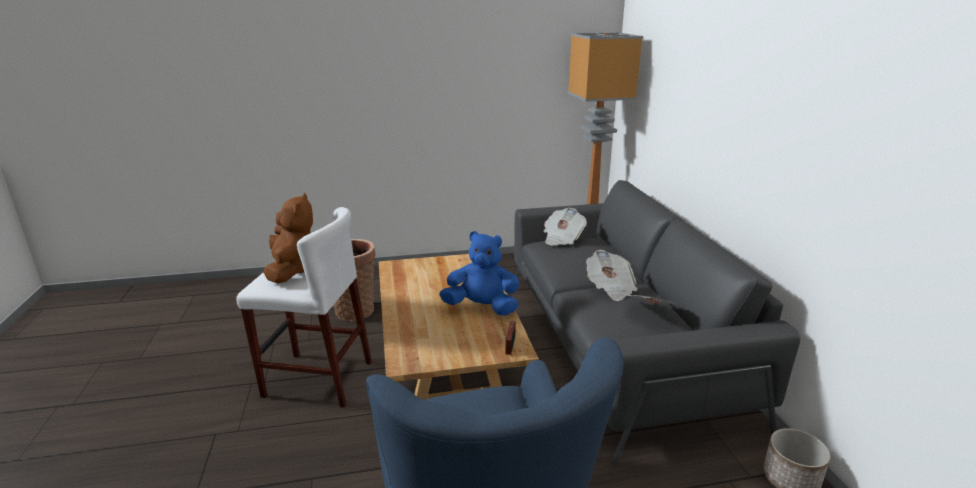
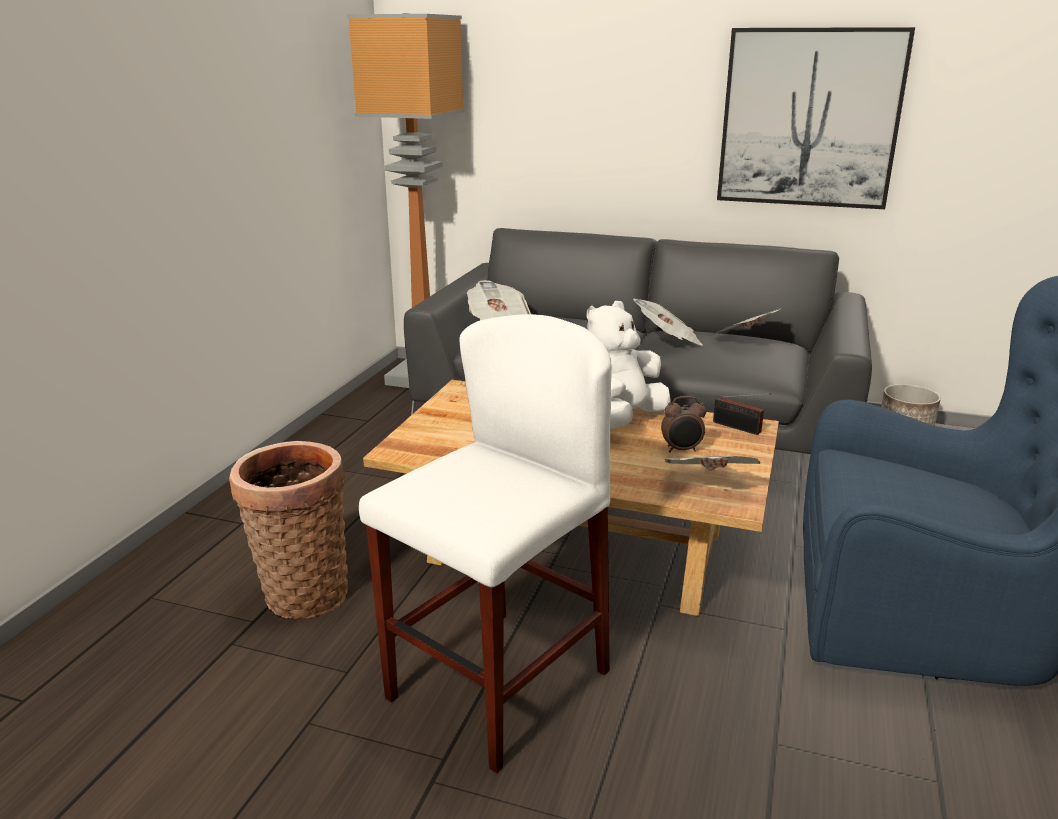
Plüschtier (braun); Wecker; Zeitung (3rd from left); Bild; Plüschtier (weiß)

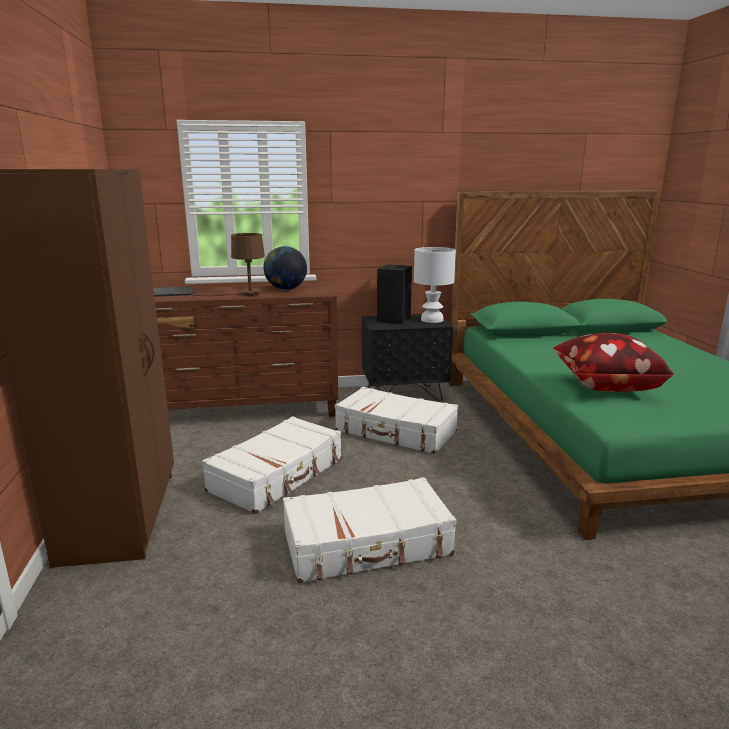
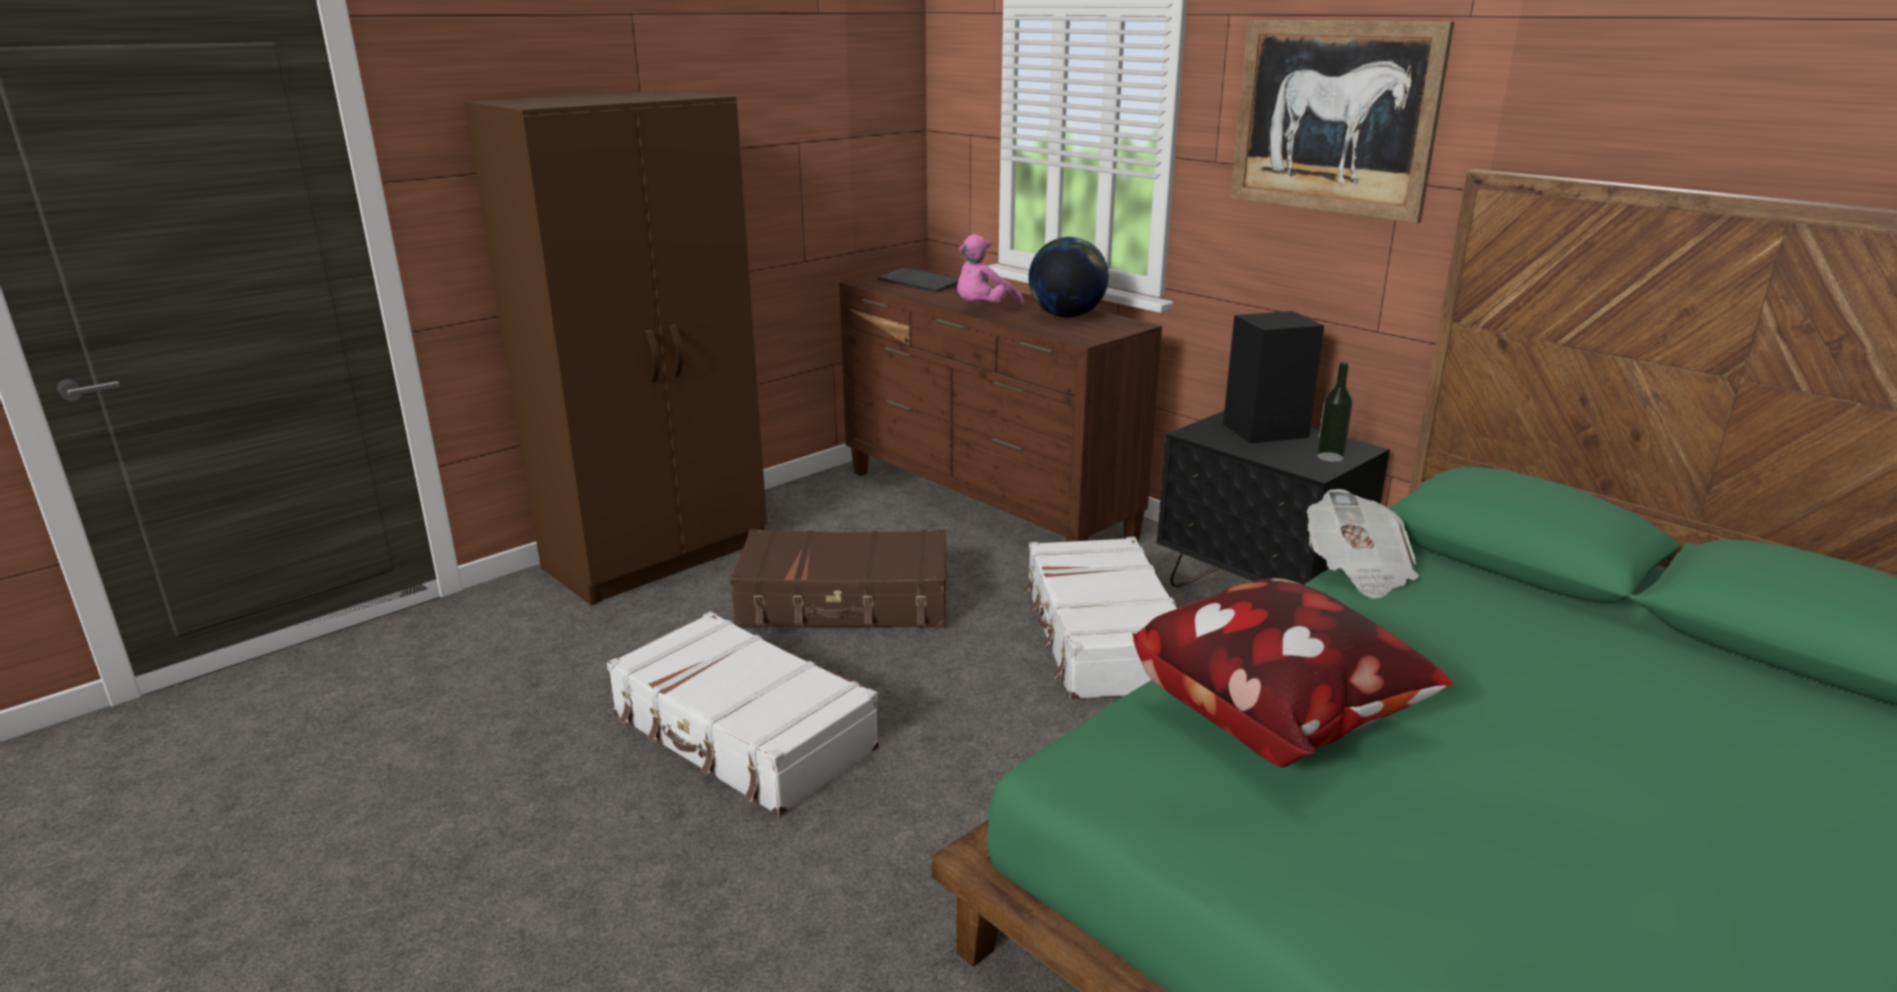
Bild; Zeitung; Plüschtier (rosa); Flasche; Koffer (braun)

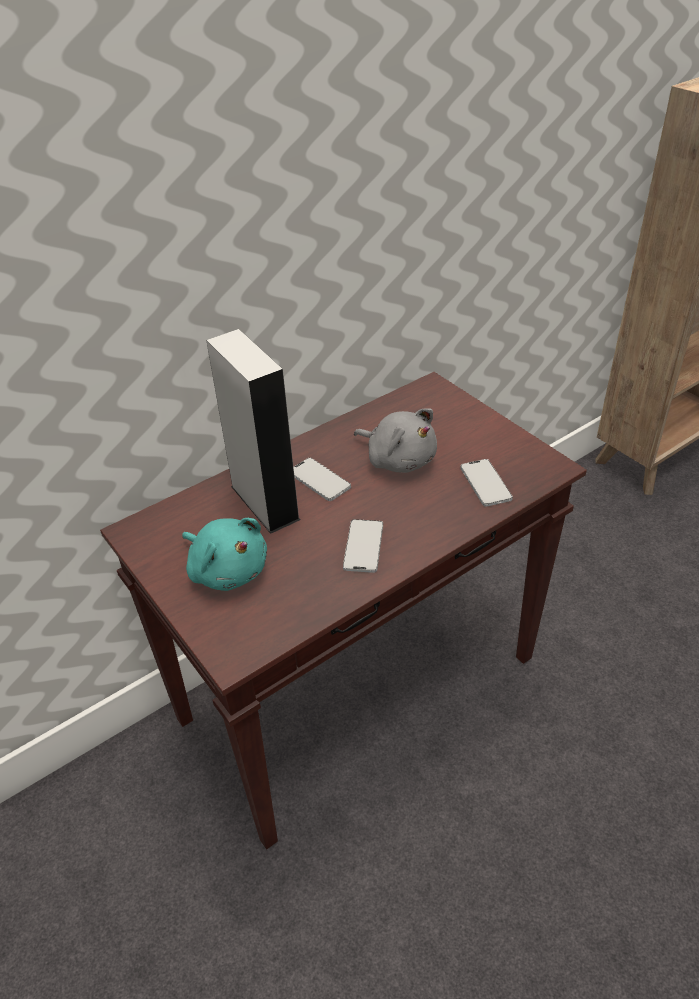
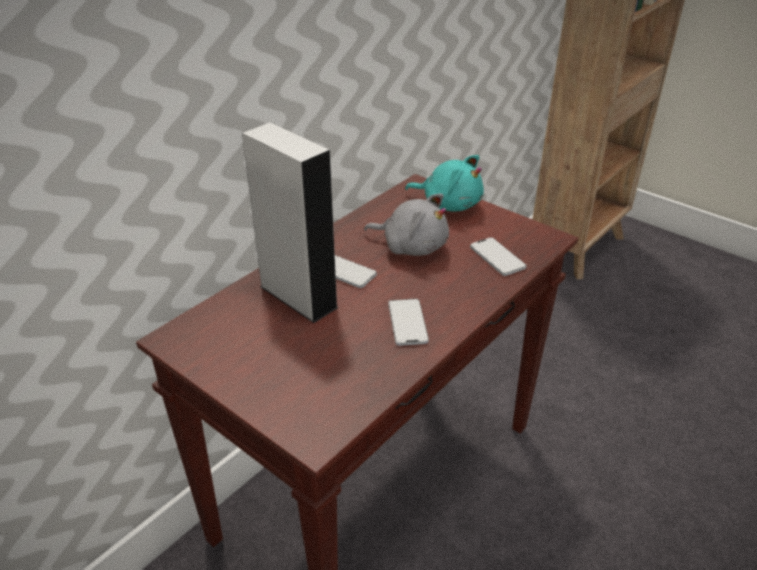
Plüschtier (türkis)

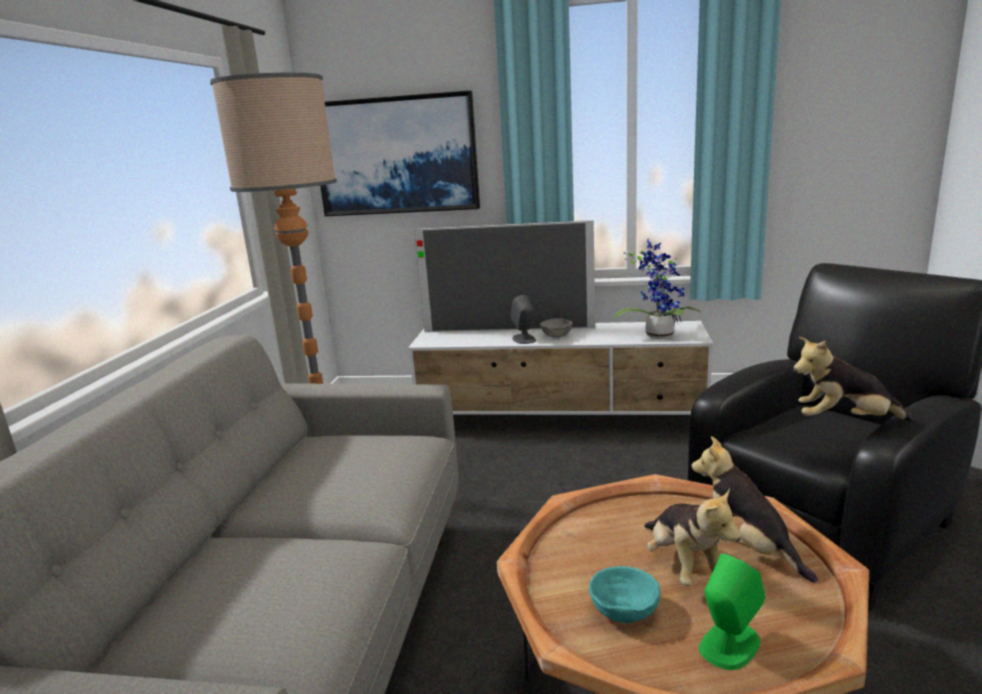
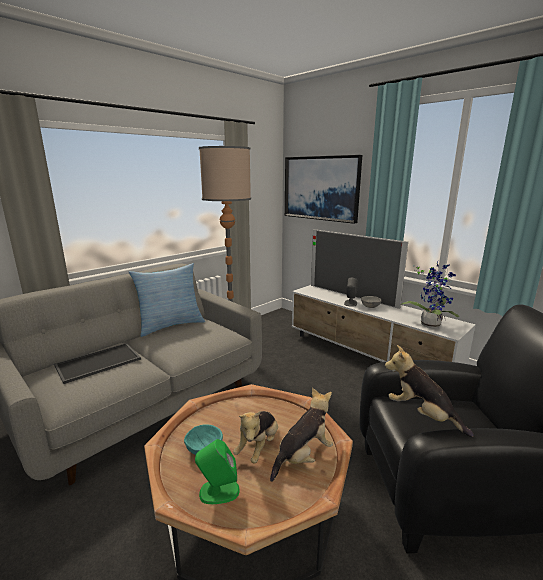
Tablett; Kissen; Plüschtier (2nd from left)

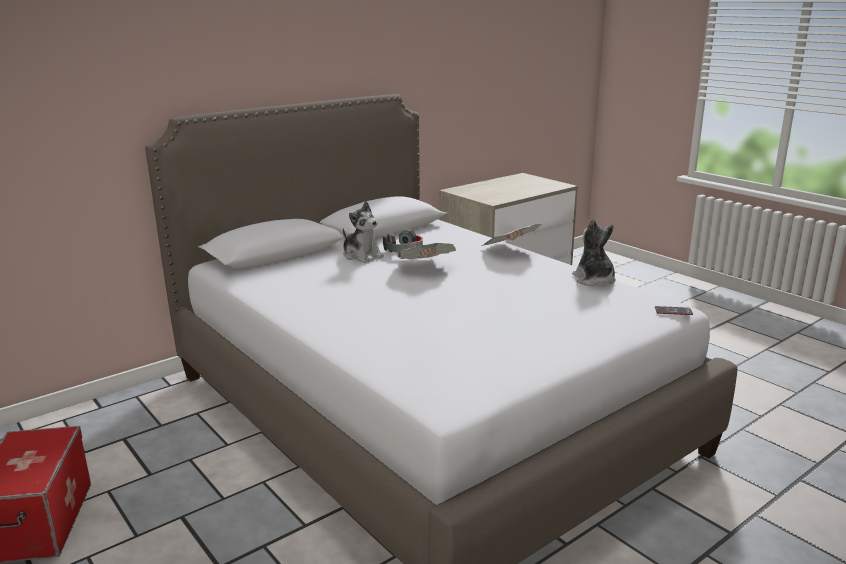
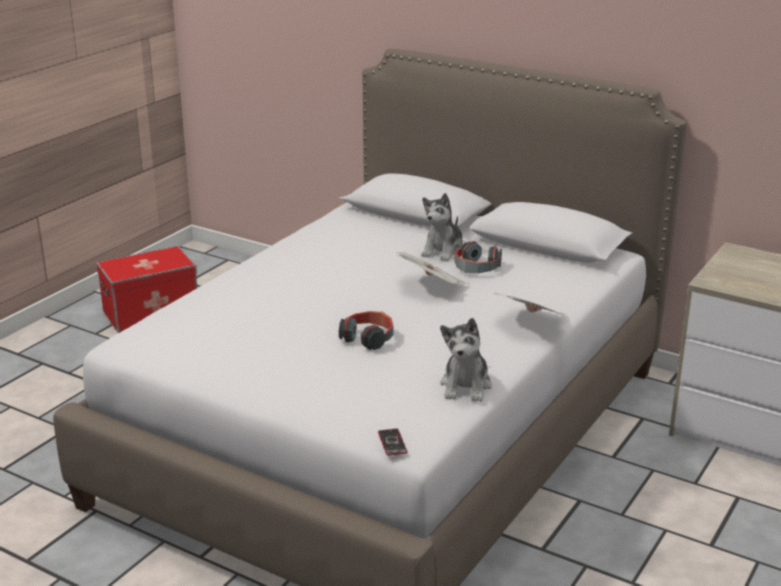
Kopfhörer (1st from left); Plüschtier (2nd from left)

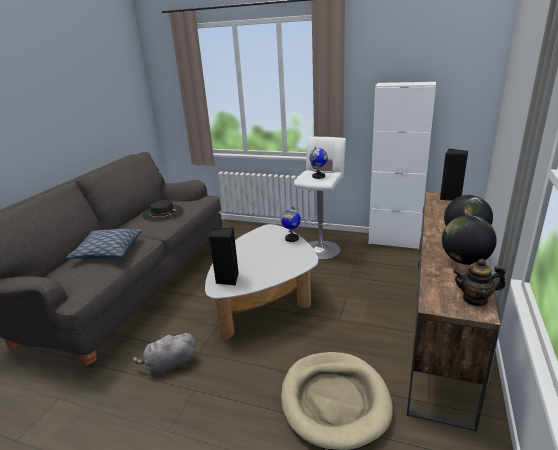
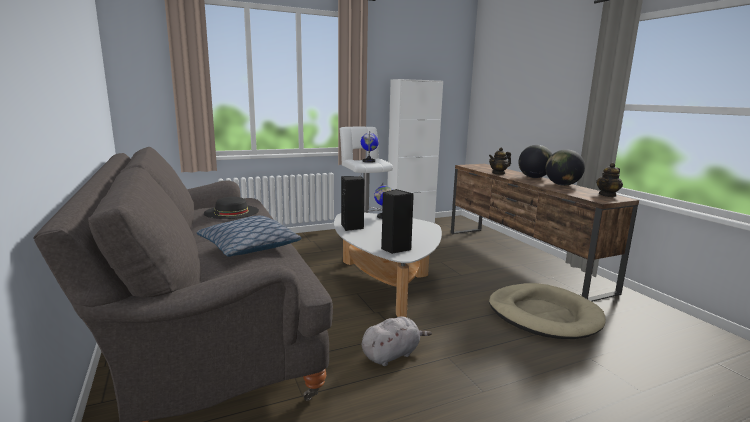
Teekanne (1st from left); Lautsprecher (schwarz) (1st from left); Plüschtier (grau)

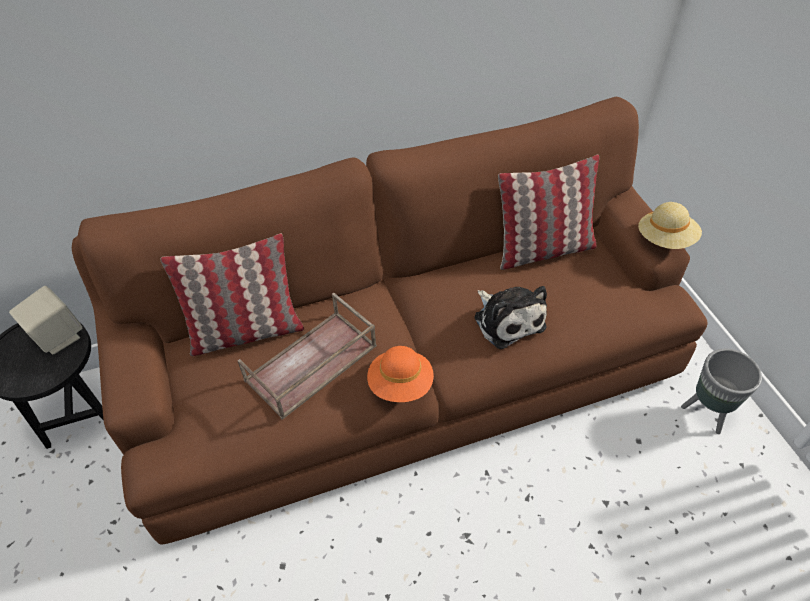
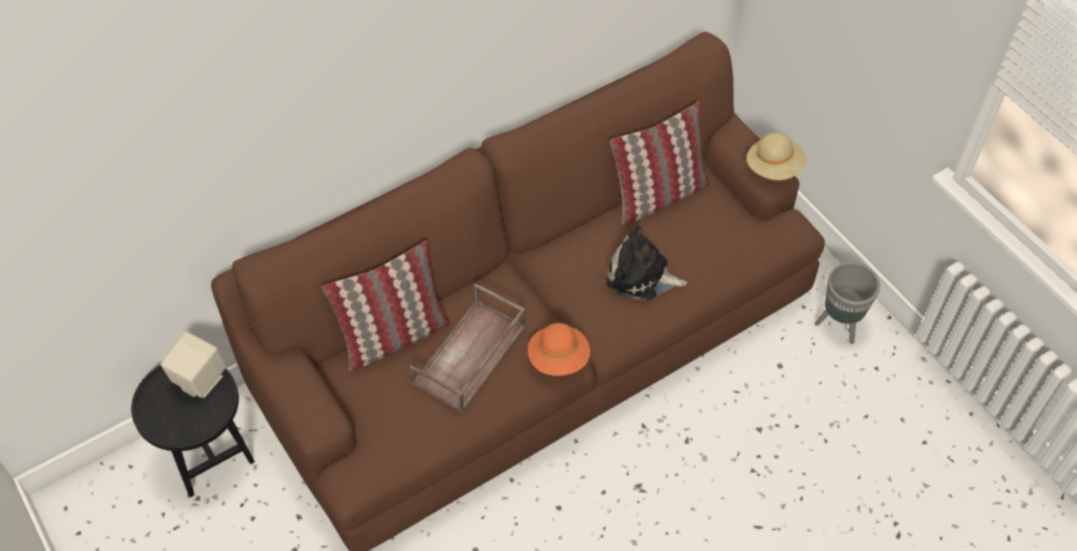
Plüschtier

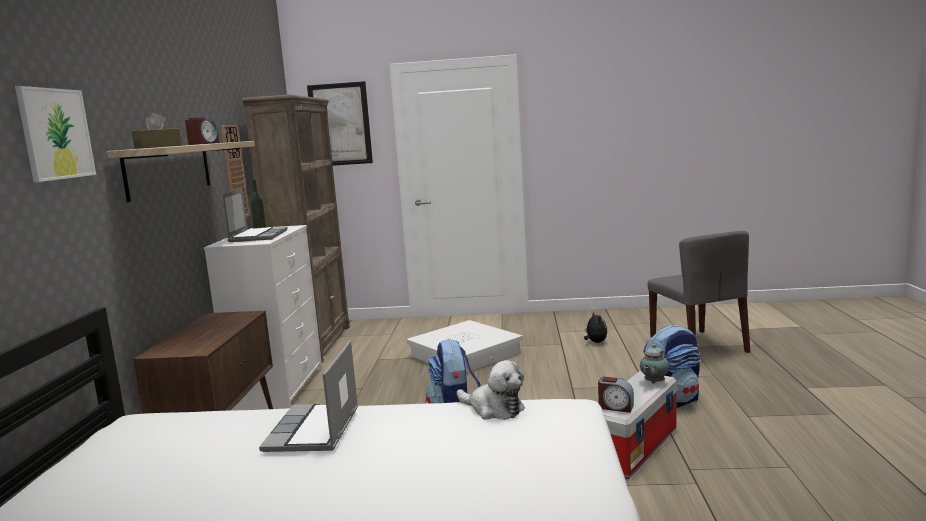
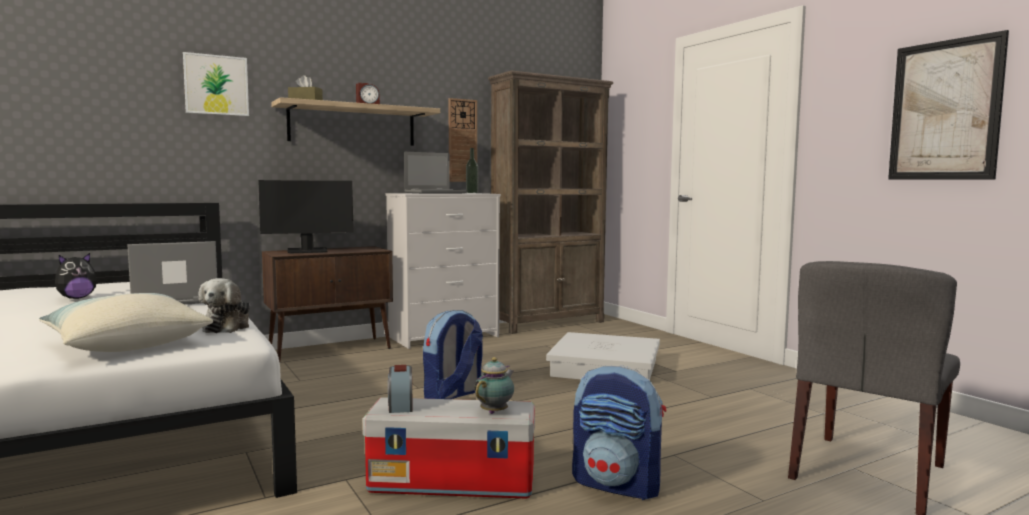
Kissen; Monitor; Bild (2nd from left); Plüschtier (1st from left); Teekanne

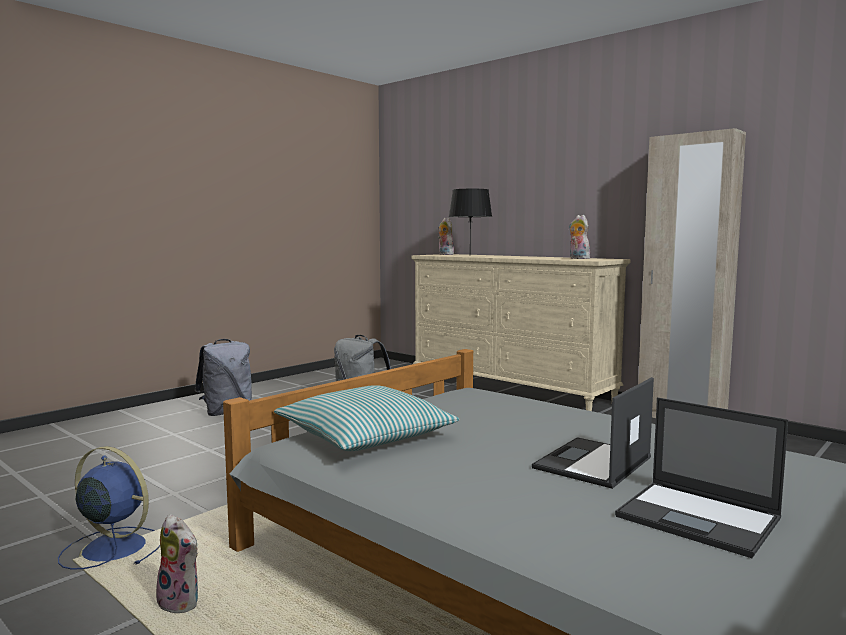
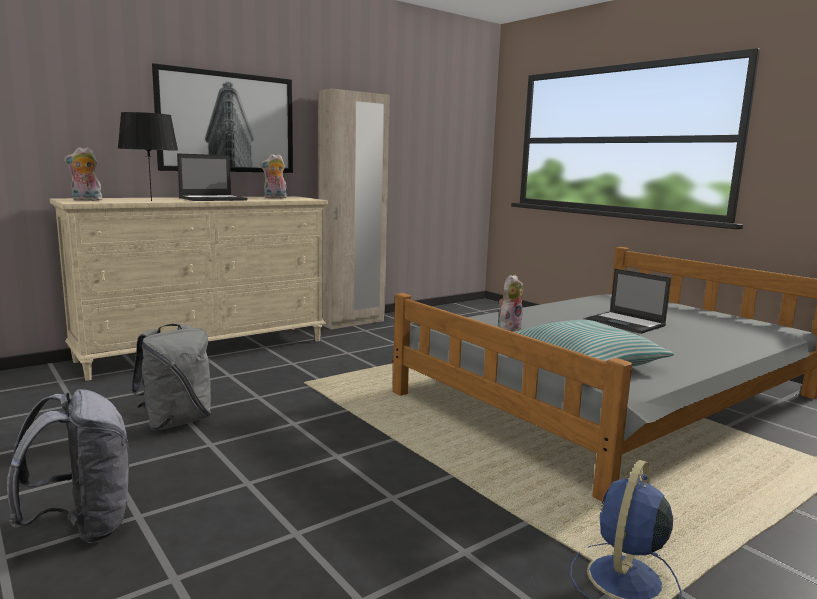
Bild; Plüschtier (3rd from left); Laptop (1st from left)

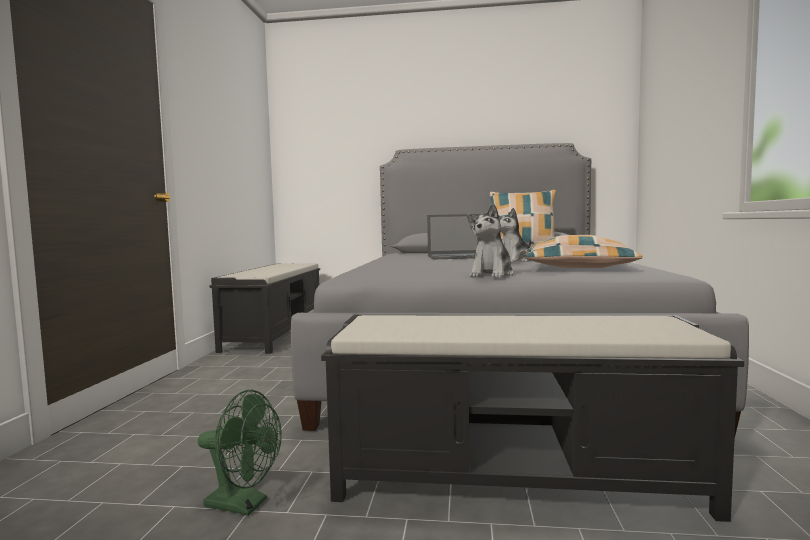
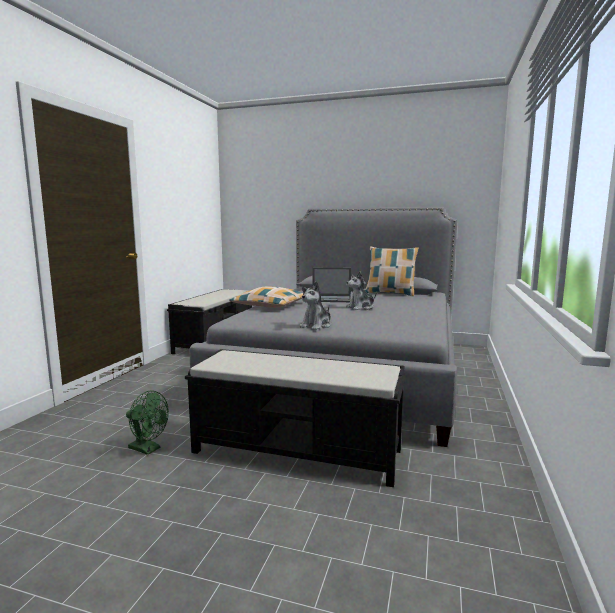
Kissen (1st from left)

